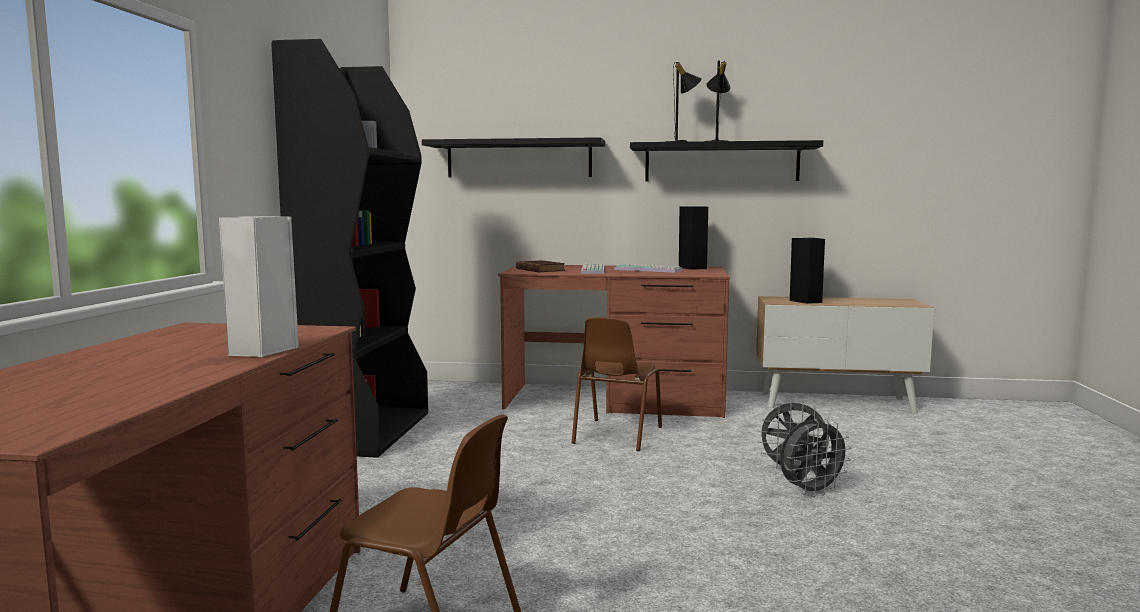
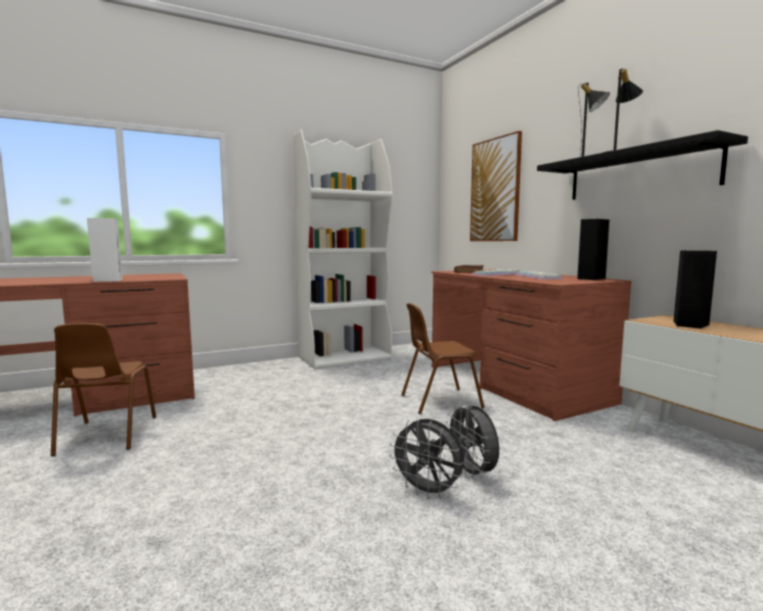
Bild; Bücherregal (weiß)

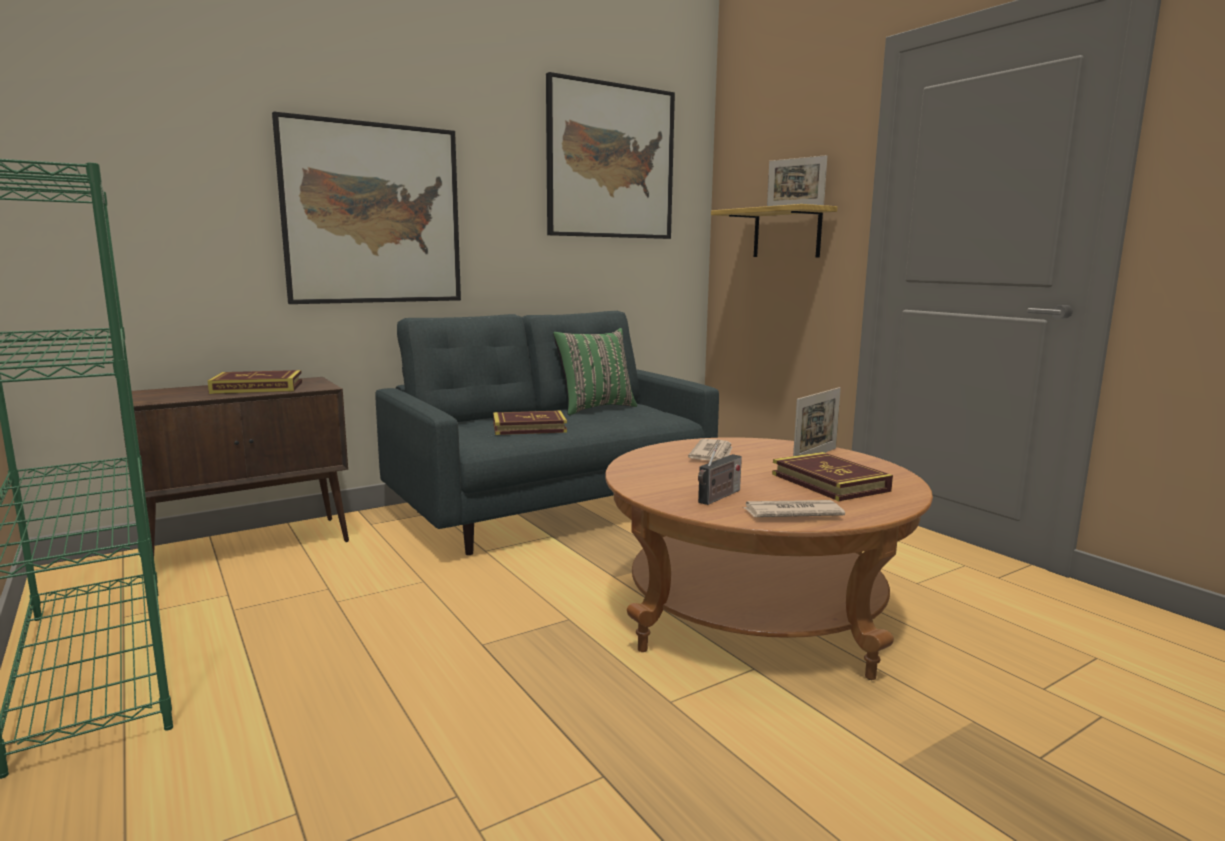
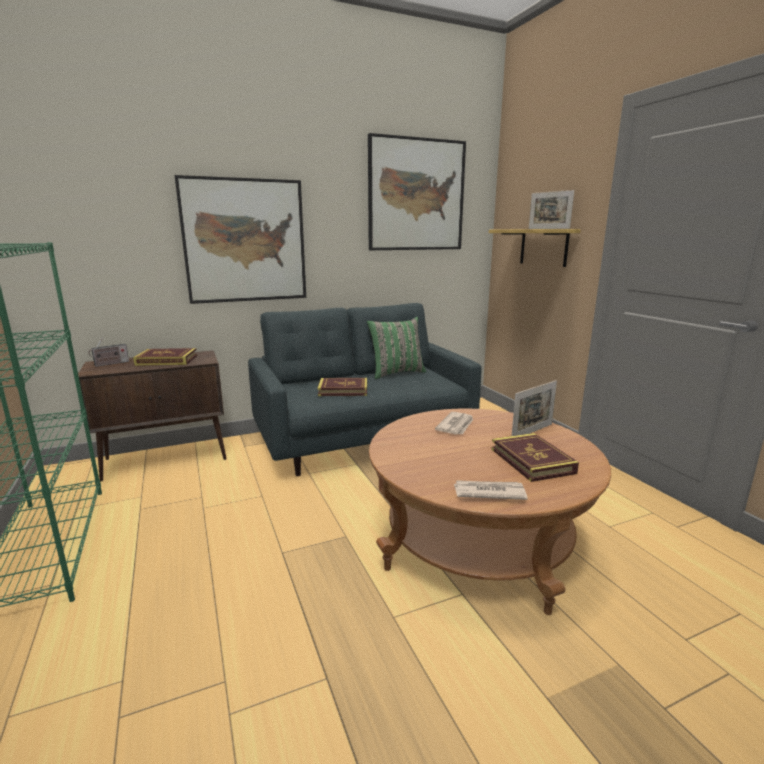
Radio

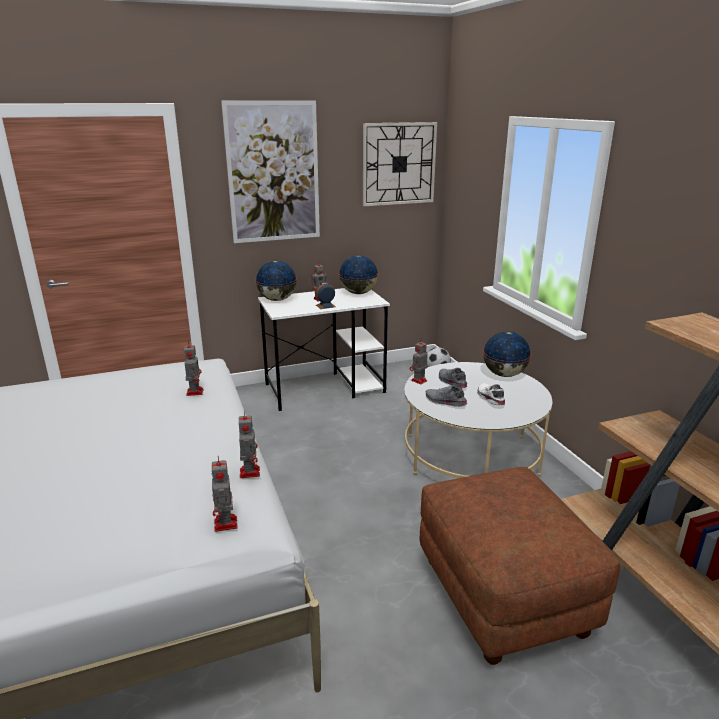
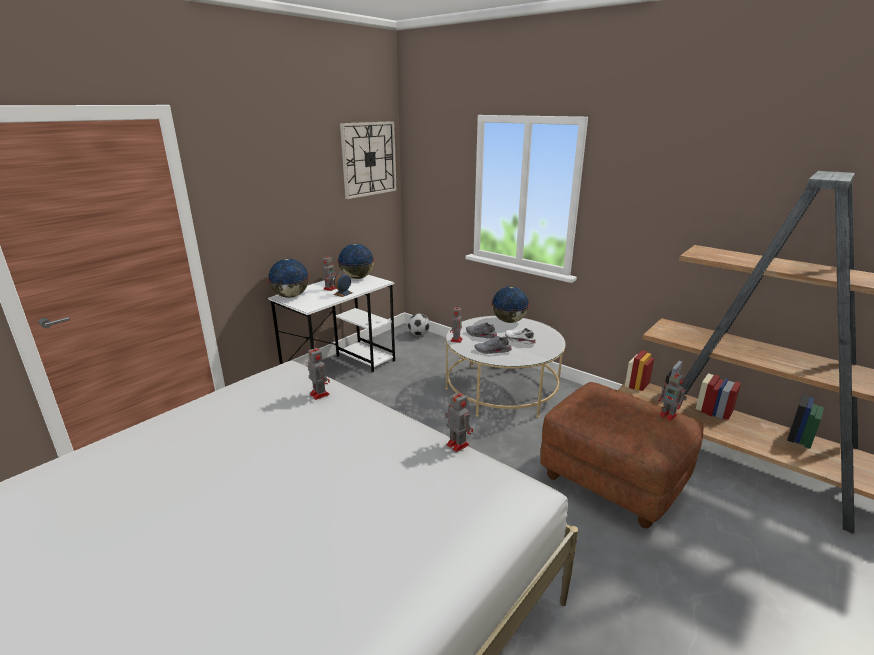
Bild; Spielzeugroboter (5th from left)

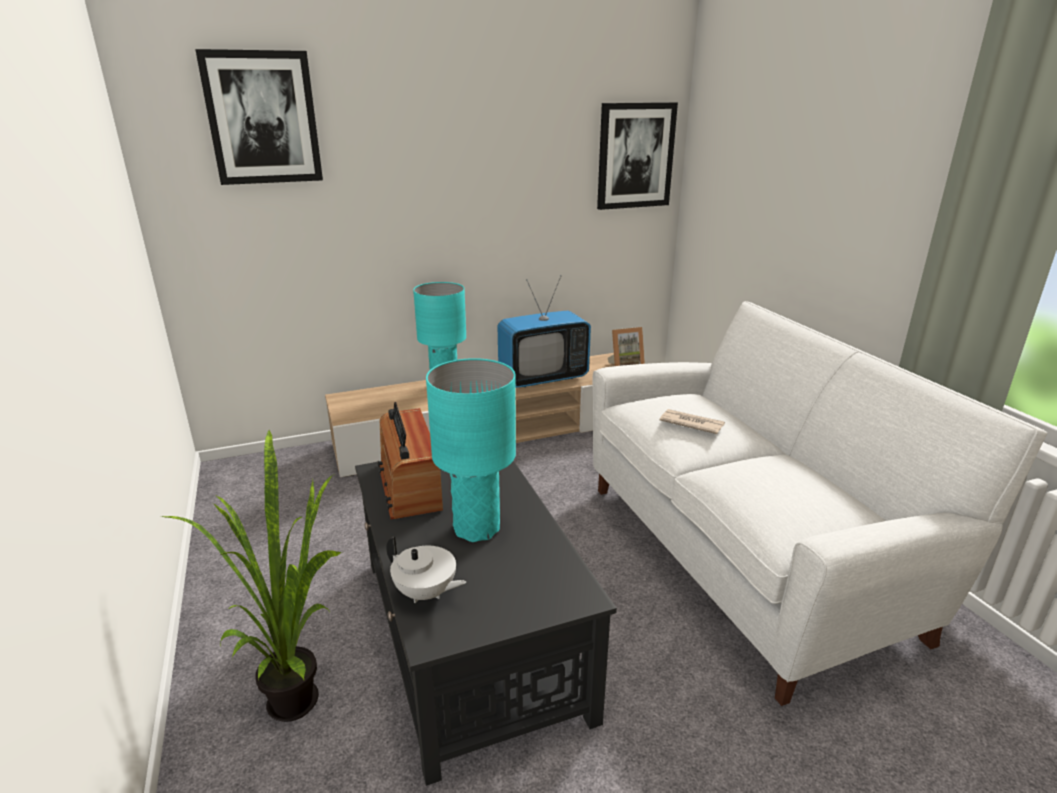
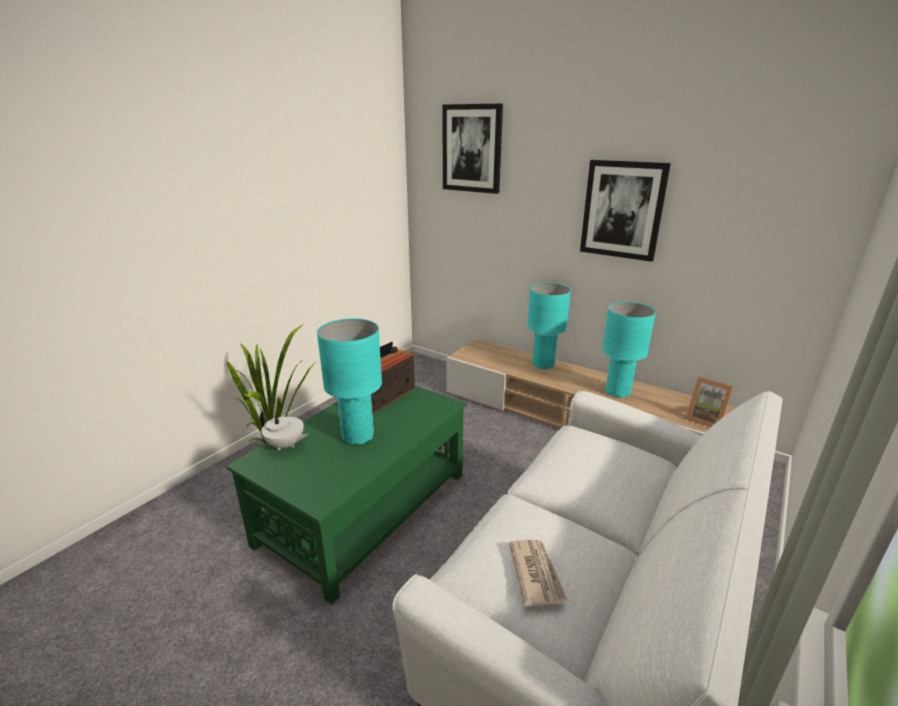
Bild (2nd from left); Zeitung; Tischlampe (türkis) (3rd from left); Couchtisch (grün); Teekanne (weiß)

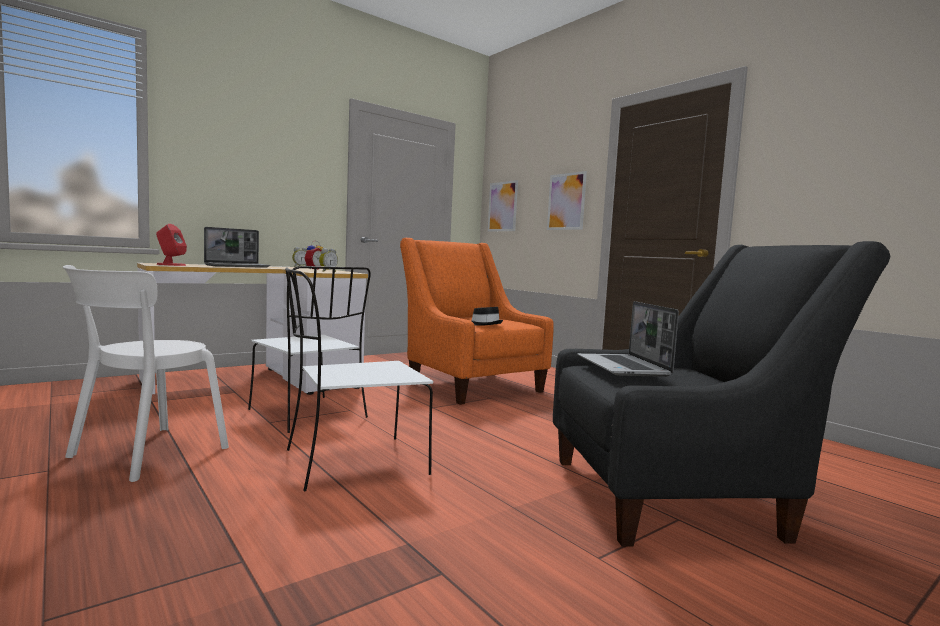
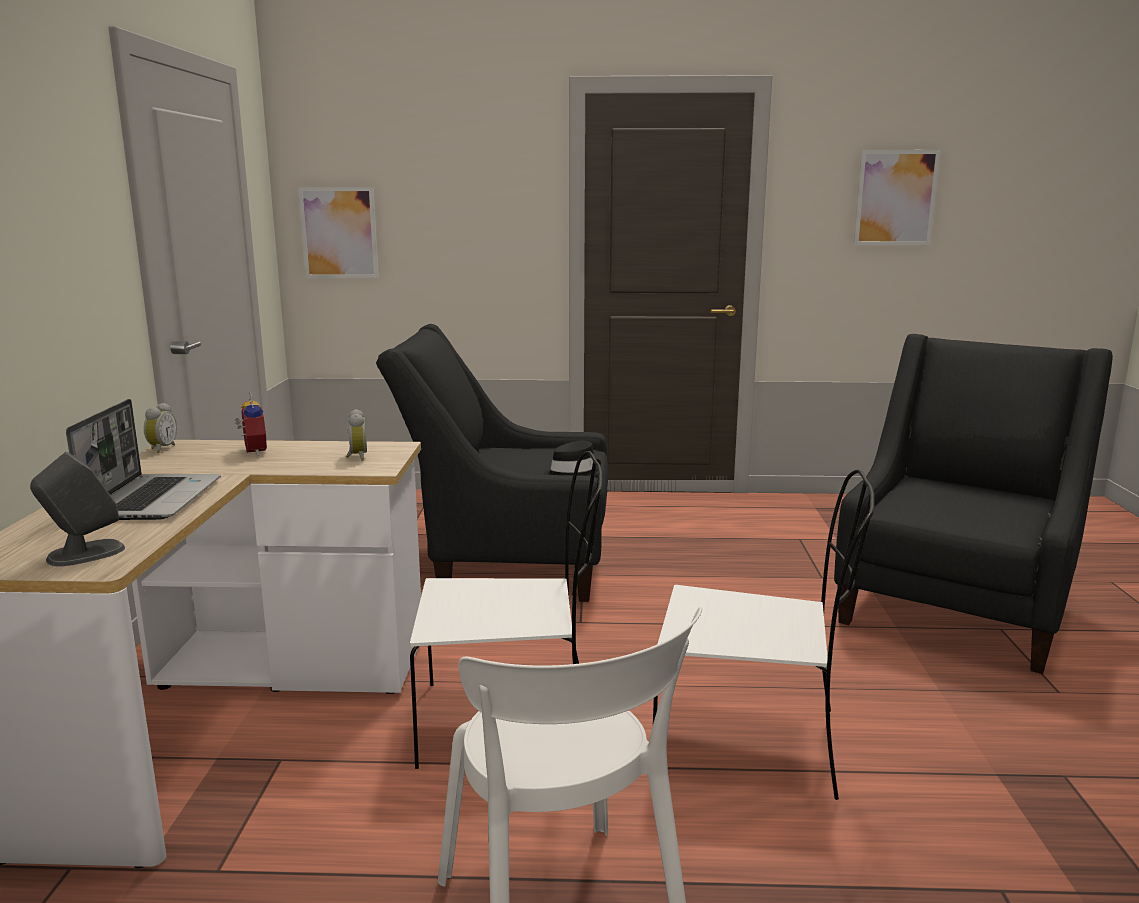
Laptop (2nd from left in the first image); Bild (2nd from left); Lautsprecher (grau); Sessel (schwarz) (1st from left); Stuhl (weiß) (3rd from left)

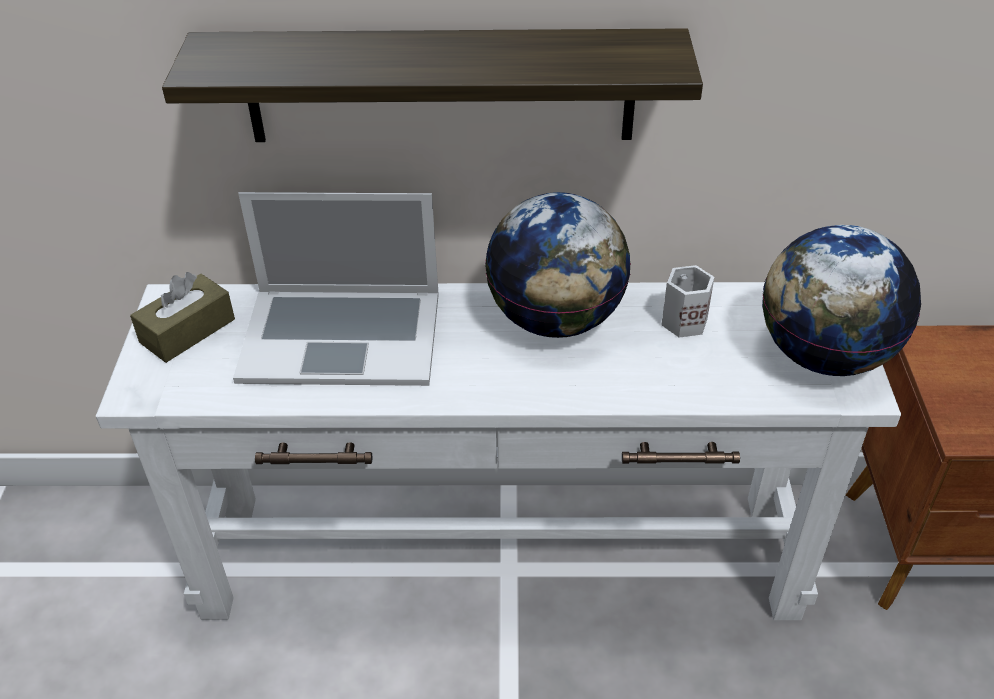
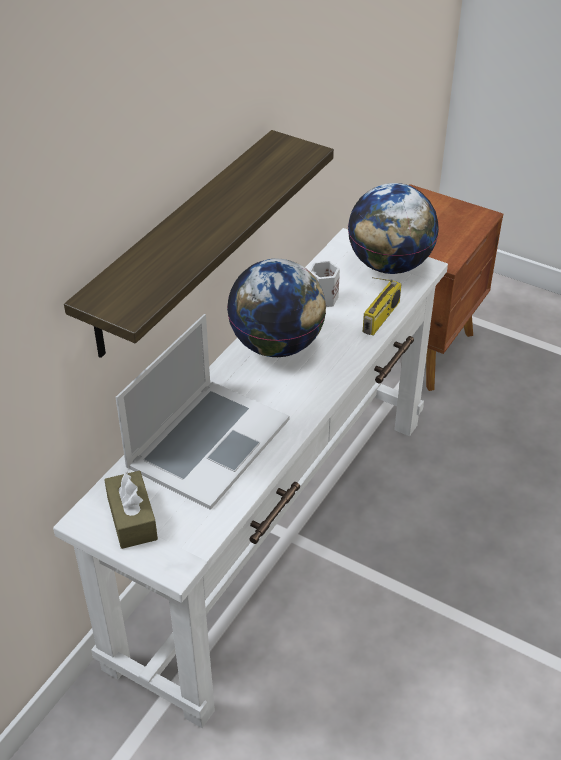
Radio

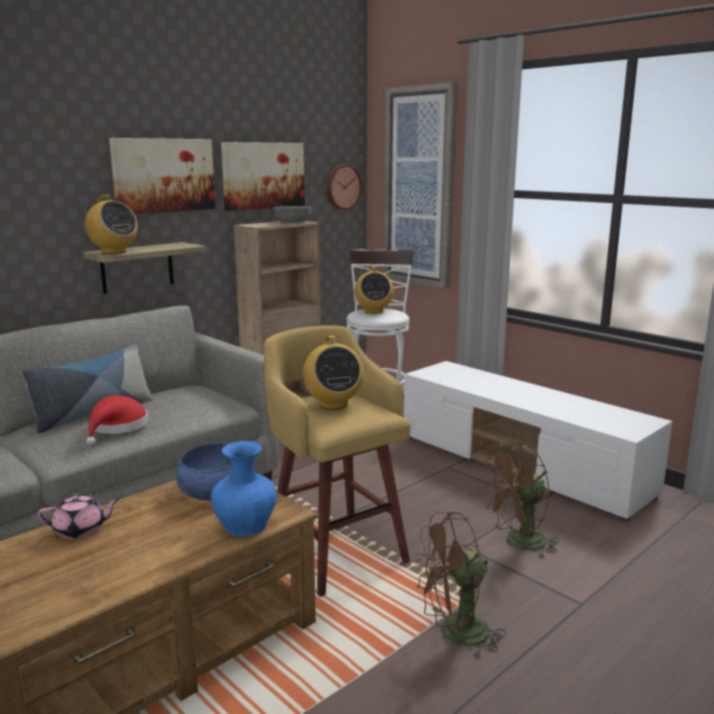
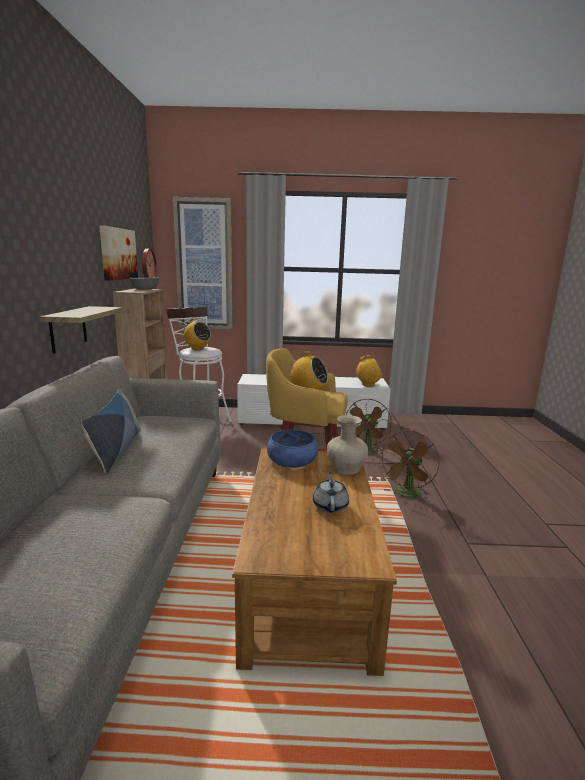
Teekanne (rosa); Hut (rot); Bild (1st from left in the first image); Teekanne (grau); Radio (3rd from left); Vase (beige)

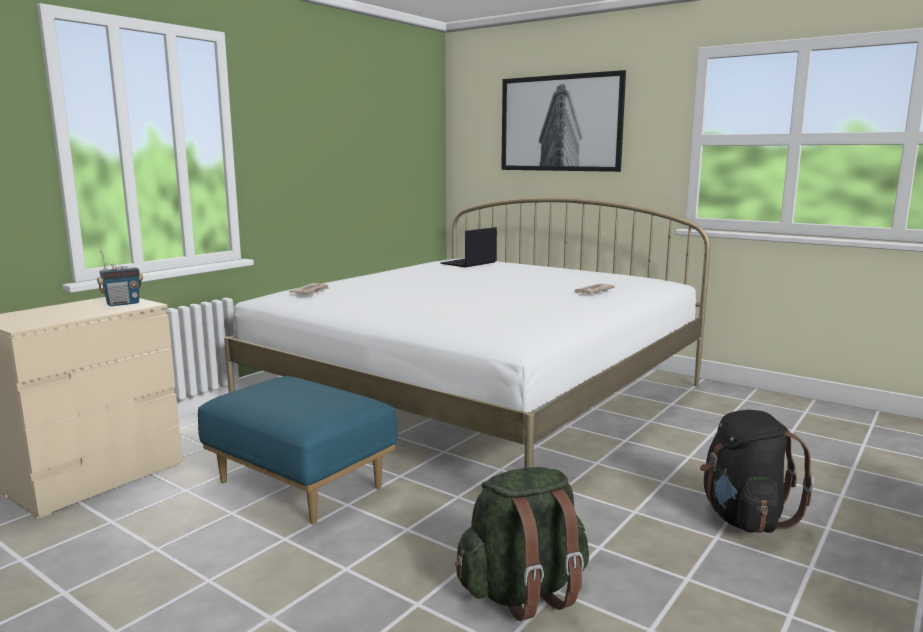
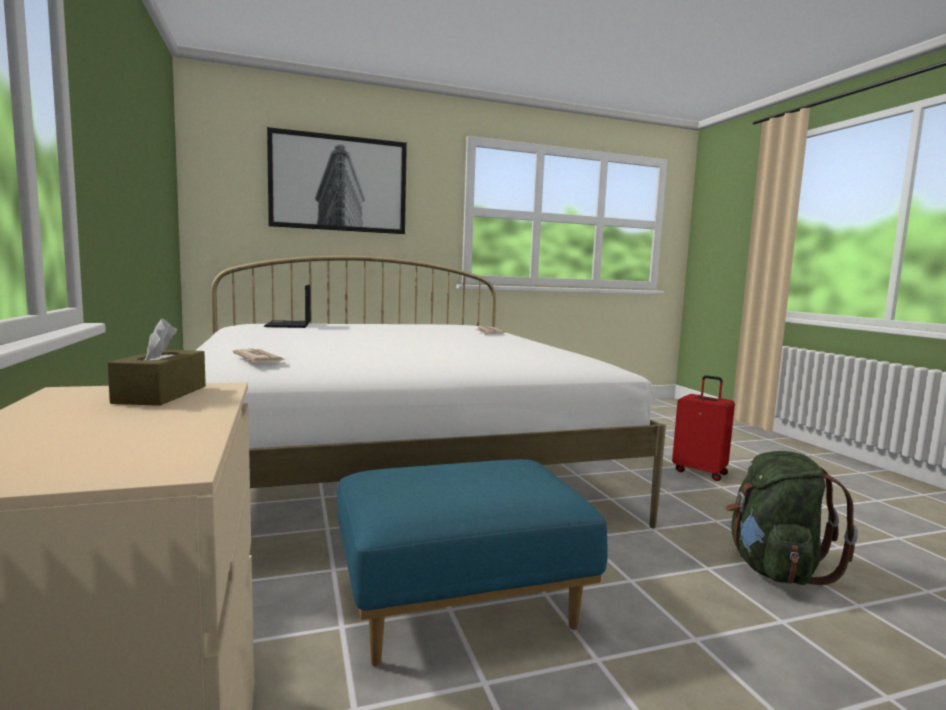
Taschentuchbox (braun); Koffer (rot)

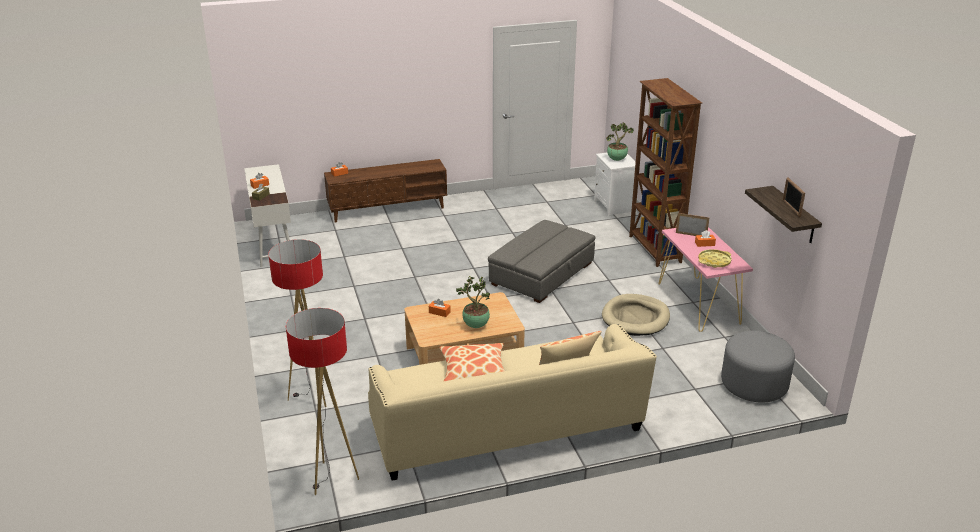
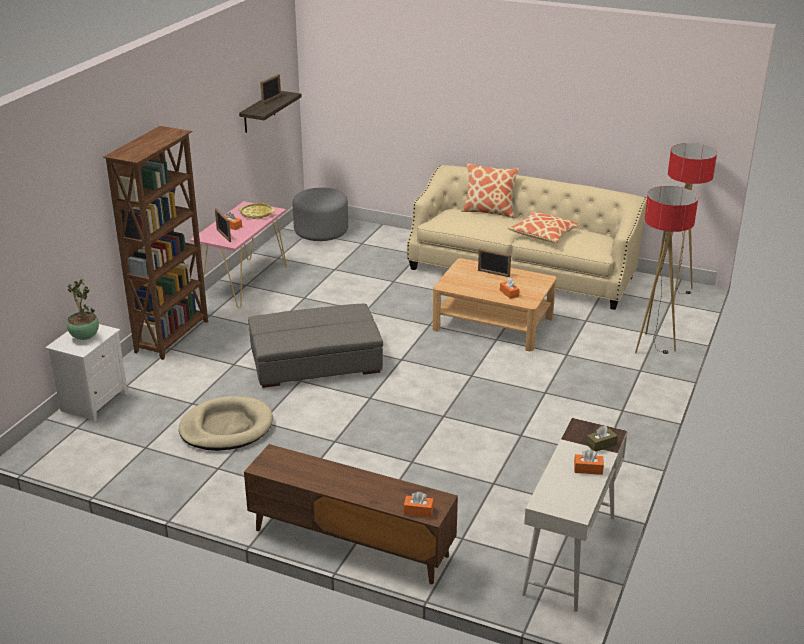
Hundebett (beige); Bilderrahmen (3rd from left)

